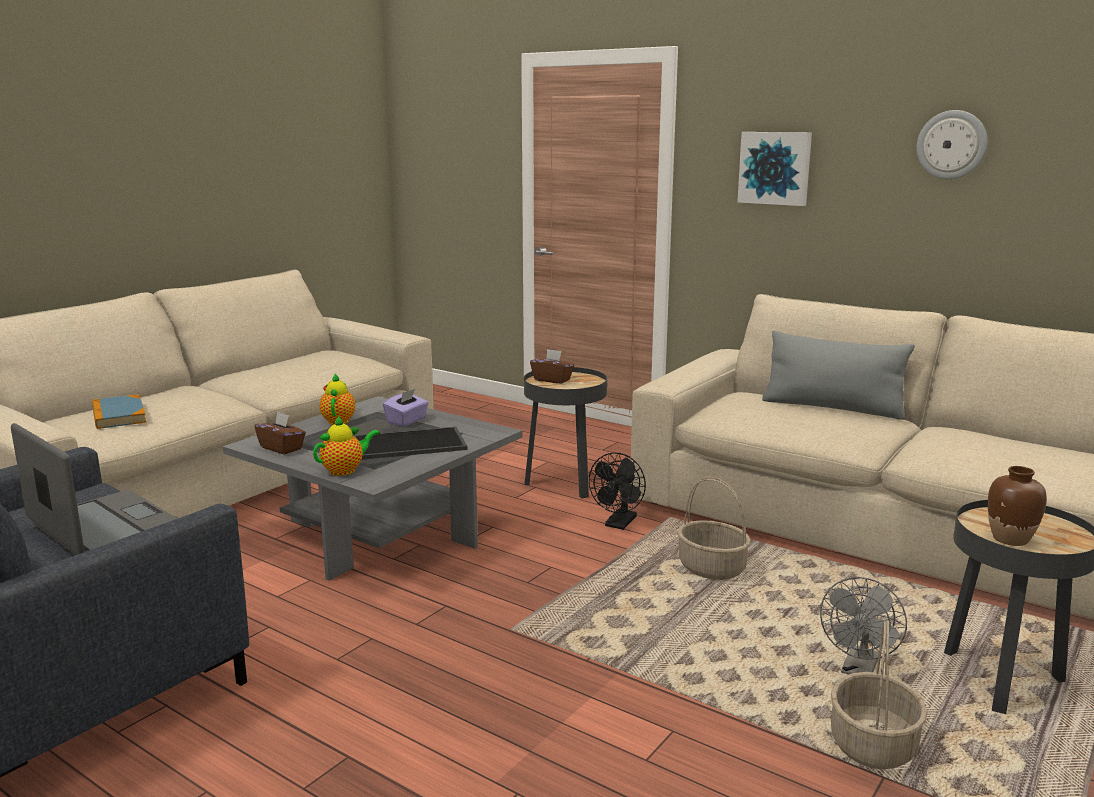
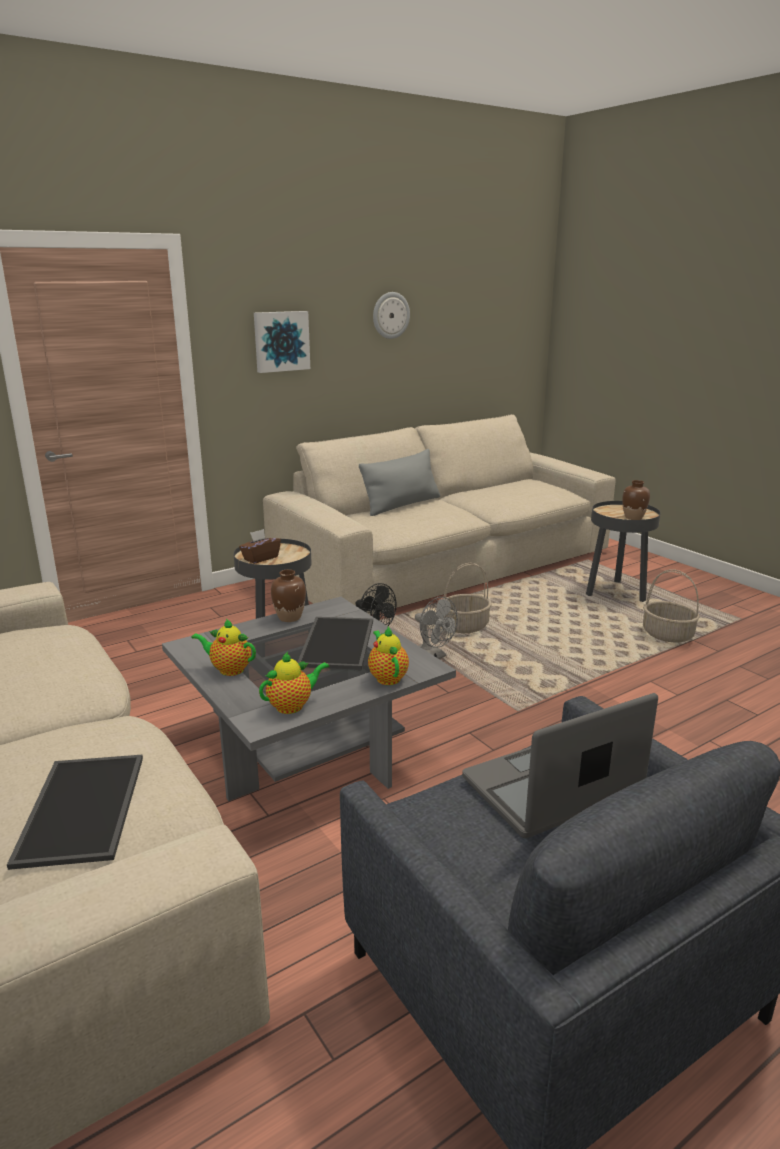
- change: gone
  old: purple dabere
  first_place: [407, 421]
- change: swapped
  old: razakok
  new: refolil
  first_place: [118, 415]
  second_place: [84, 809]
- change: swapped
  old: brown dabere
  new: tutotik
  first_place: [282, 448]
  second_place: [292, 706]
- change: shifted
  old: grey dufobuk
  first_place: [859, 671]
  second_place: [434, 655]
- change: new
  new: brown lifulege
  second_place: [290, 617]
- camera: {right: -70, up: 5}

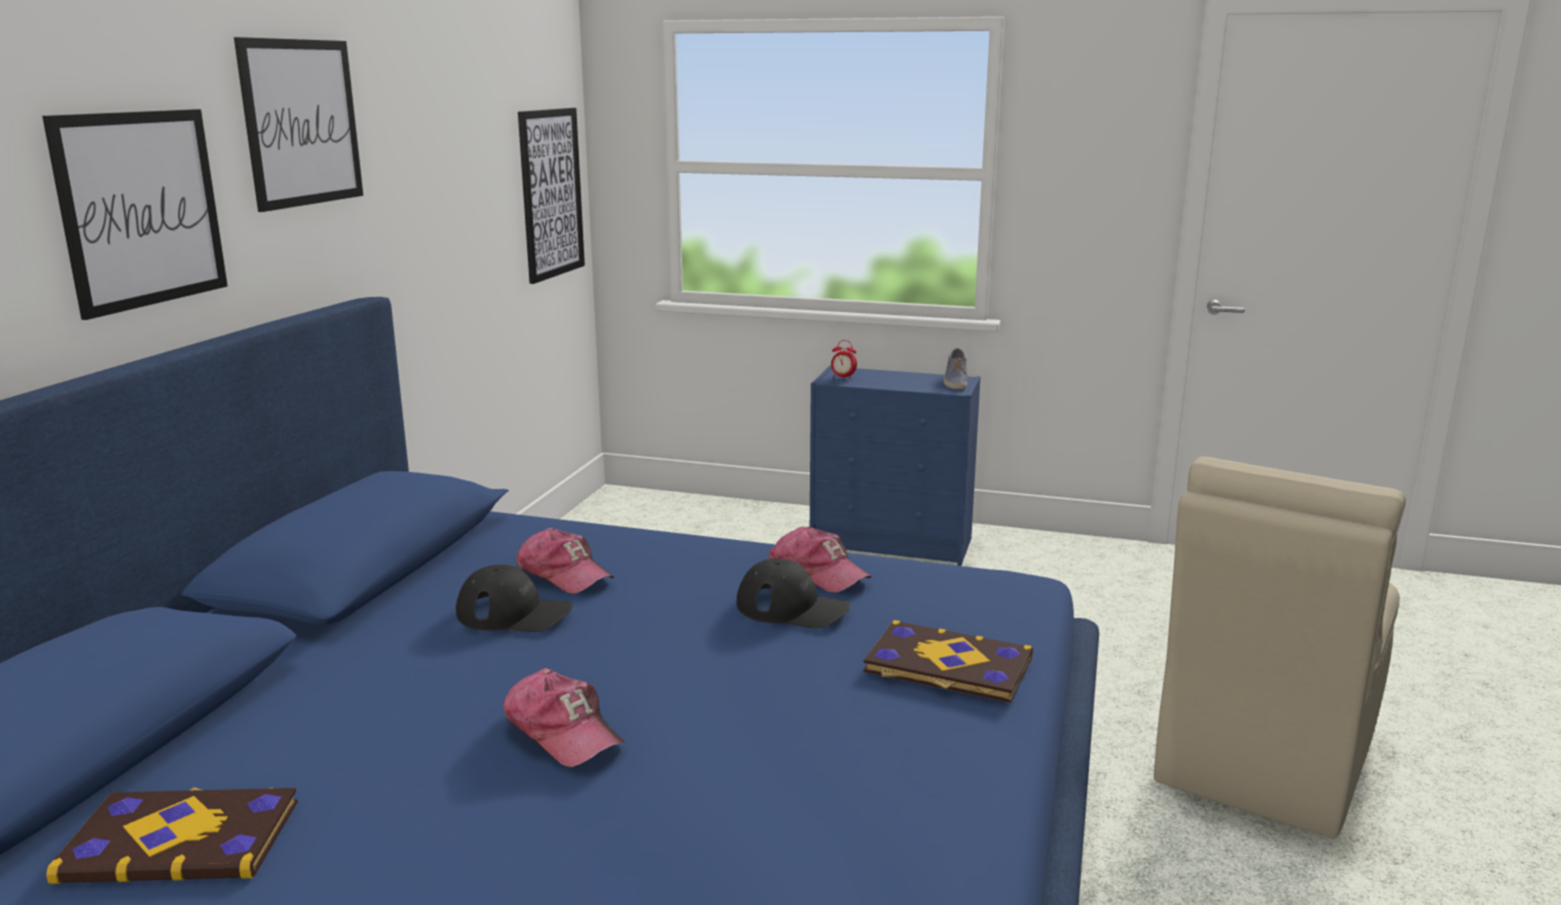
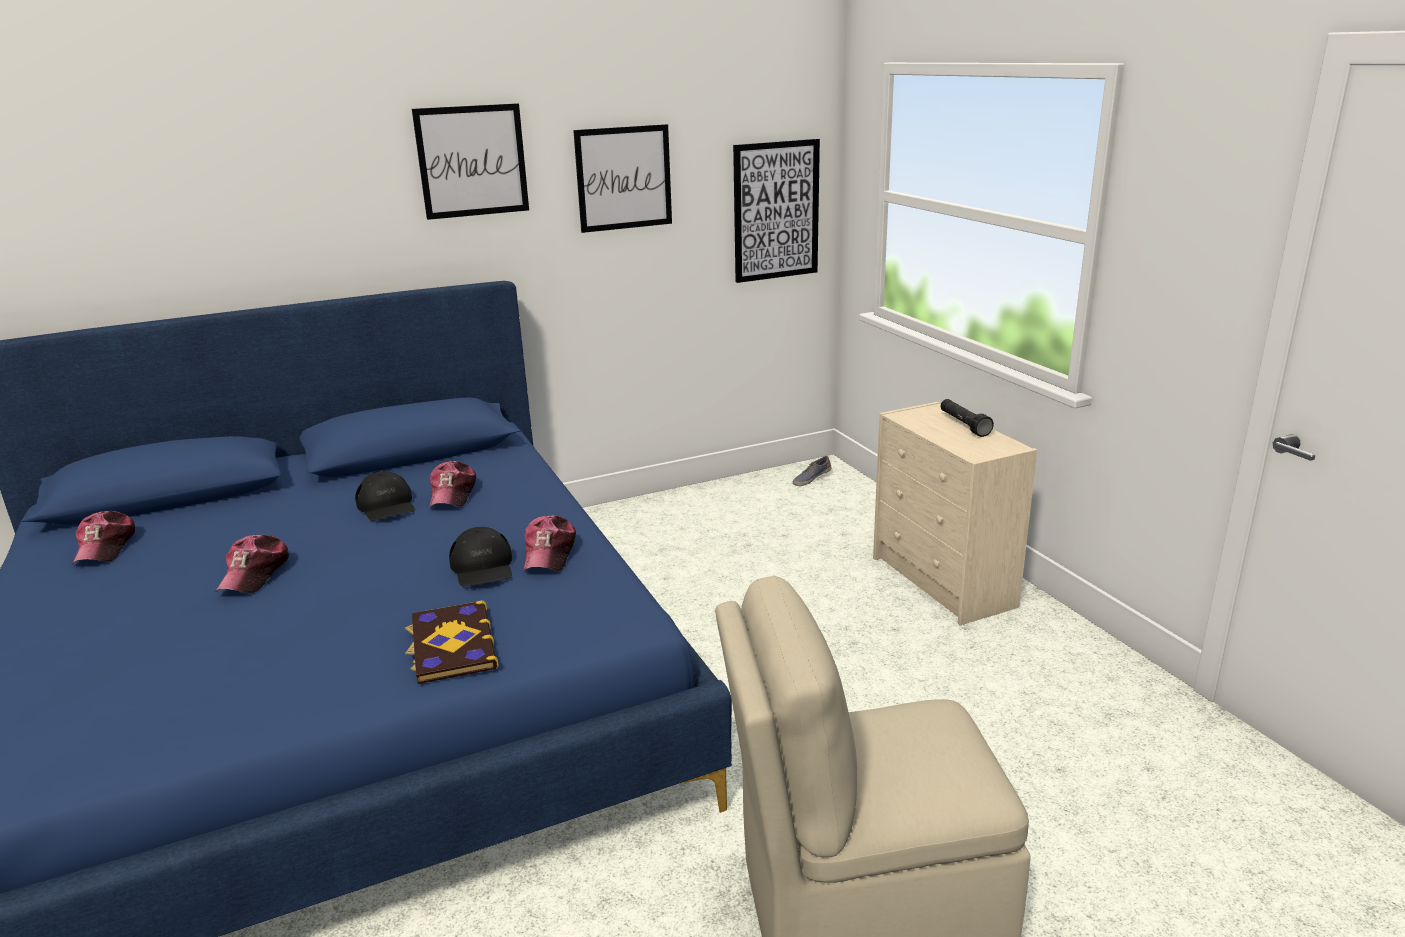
- change: shifted
  old: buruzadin
  first_place: [141, 209]
  second_place: [624, 178]
- change: gone
  old: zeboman
  first_place: [843, 378]
- change: shifted
  old: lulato
  first_place: [955, 381]
  second_place: [811, 479]
- change: repainted
  old: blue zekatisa
  new: beige zekatisa
  first_place: [893, 543]
  second_place: [944, 583]
- change: swapped
  old: razakok
  new: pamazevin
  first_place: [182, 839]
  second_place: [106, 547]
- change: new
  new: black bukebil
  second_place: [963, 425]
- camera: {right: 50, up: 5}

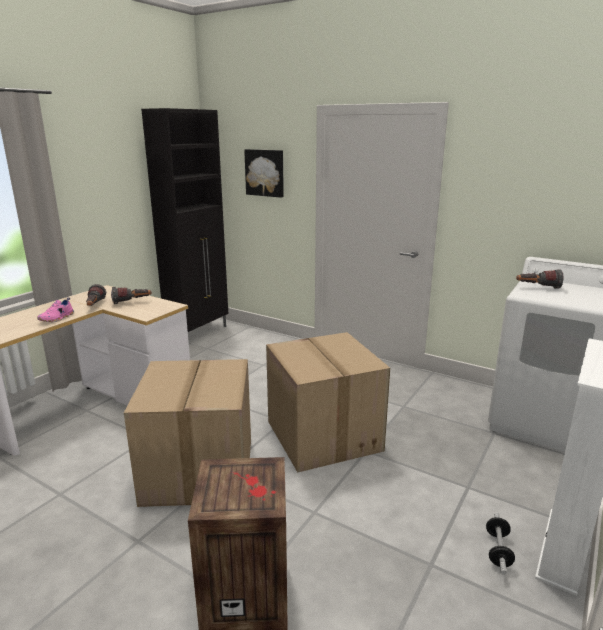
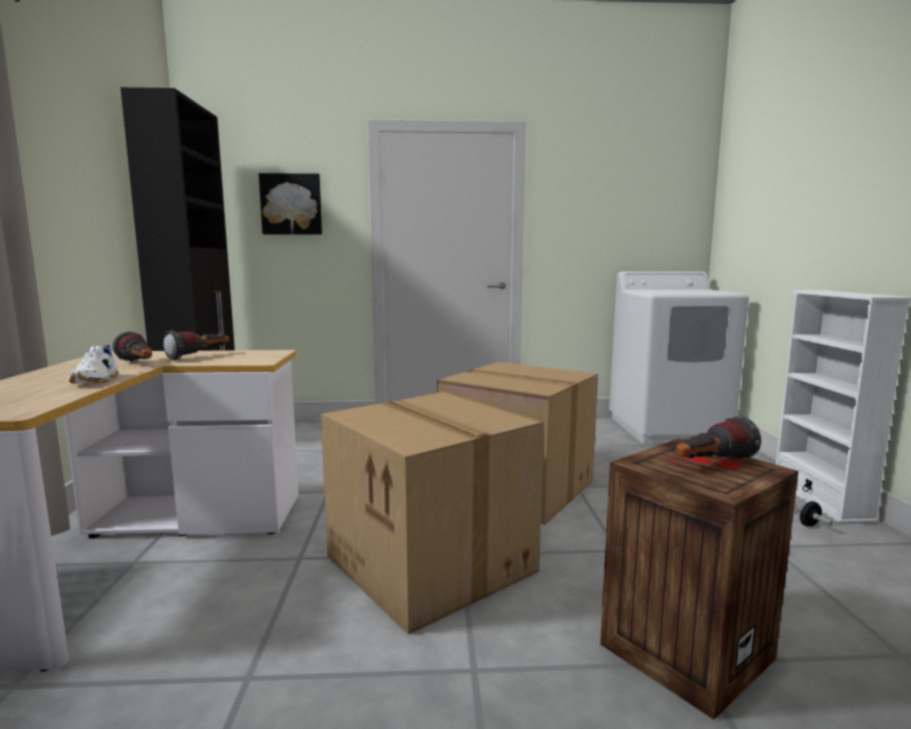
- change: shifted
  old: bukebil
  first_place: [537, 287]
  second_place: [711, 464]
- change: repainted
  old: pink lulato
  new: white lulato
  first_place: [57, 318]
  second_place: [97, 380]
- camera: {right: -35, up: -10}

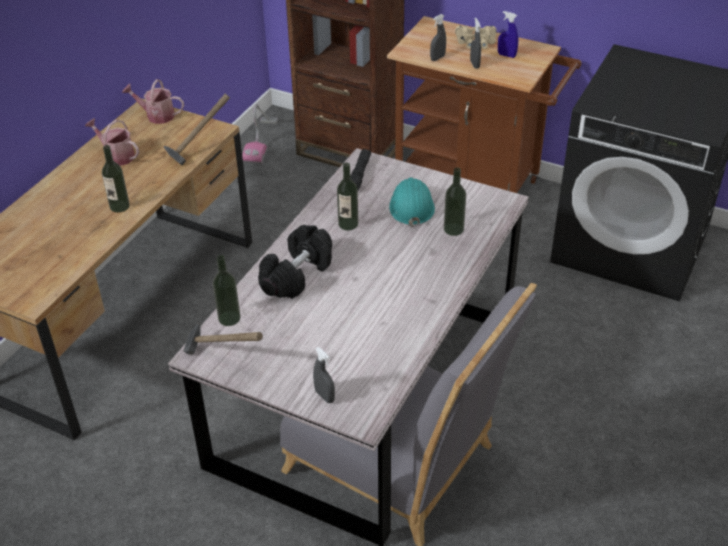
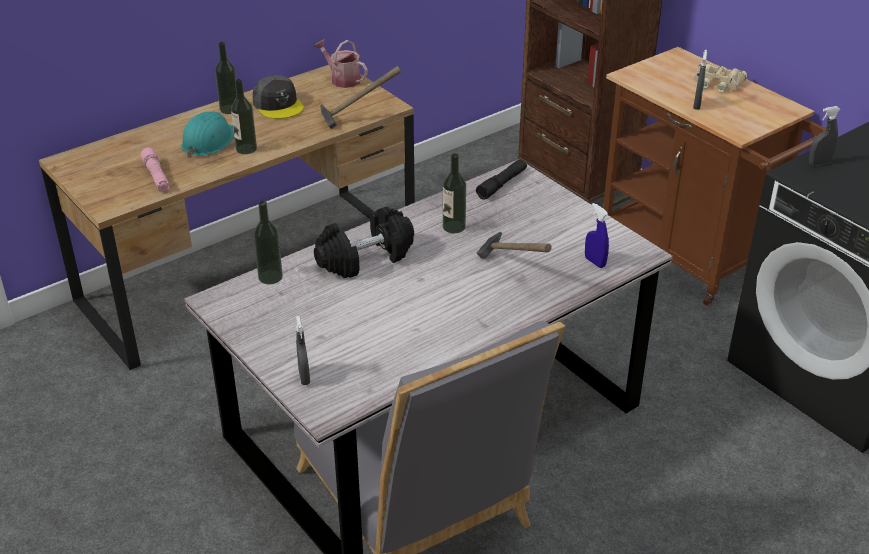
- change: shifted
  old: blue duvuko
  first_place: [506, 55]
  second_place: [595, 262]
- change: shifted
  old: grey duvuko
  first_place: [437, 58]
  second_place: [819, 163]
- change: gone
  old: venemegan
  first_place: [261, 141]
- change: swapped
  old: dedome
  new: grey pamazevin
  first_place: [116, 156]
  second_place: [278, 105]
- change: shifted
  old: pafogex
  first_place: [453, 229]
  second_place: [229, 109]
- change: shifted
  old: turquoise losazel
  first_place: [411, 206]
  second_place: [209, 141]
- change: shifted
  old: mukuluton
  first_place: [223, 358]
  second_place: [512, 271]
- change: new
  new: pink bukebil
  second_place: [156, 176]
- camera: {right: 25, up: -5}

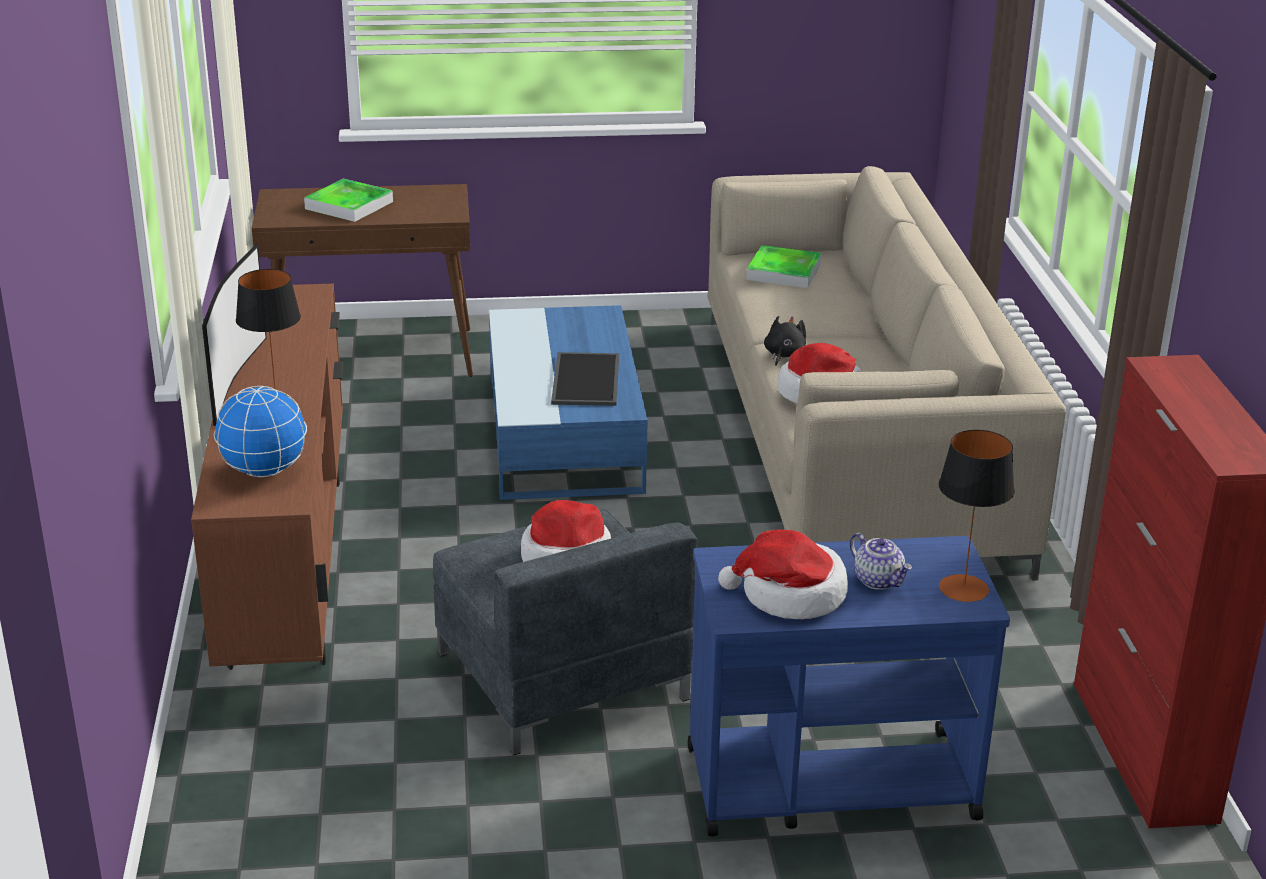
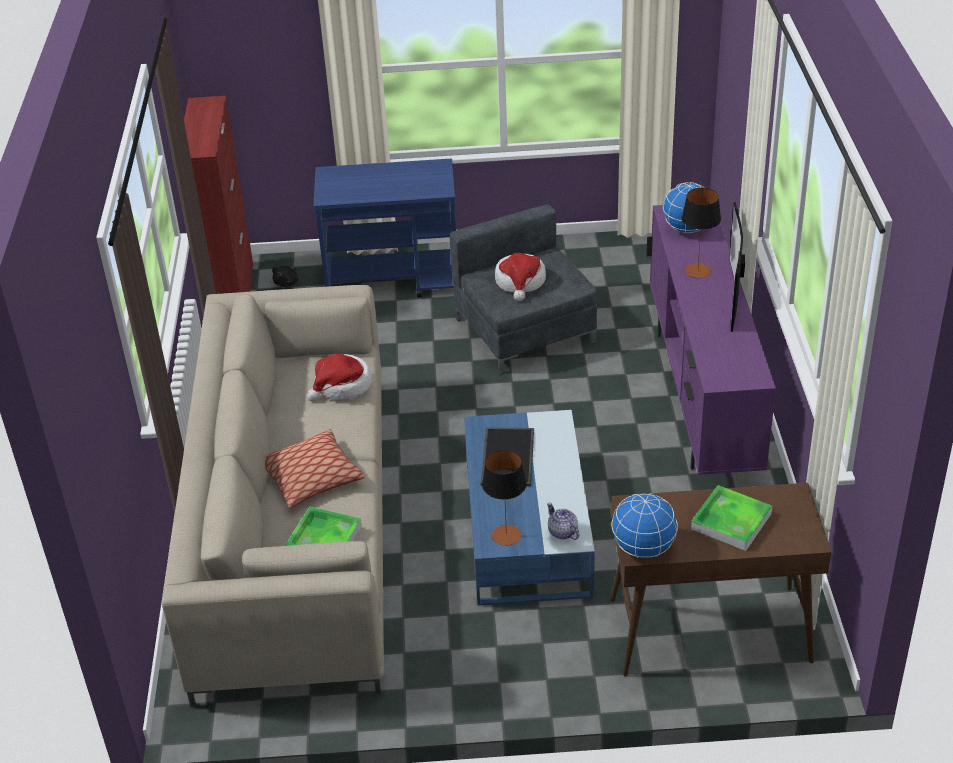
- change: repainted
  old: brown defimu
  new: purple defimu
  first_place: [288, 568]
  second_place: [702, 398]
- change: shifted
  old: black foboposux
  first_place: [783, 355]
  second_place: [287, 283]
- change: shifted
  old: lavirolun
  first_place: [964, 588]
  second_place: [506, 535]
- change: gone
  old: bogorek
  first_place: [790, 595]
- change: shifted
  old: tutotik
  first_place: [879, 580]
  second_place: [562, 532]
- change: new
  new: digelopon
  second_place: [312, 478]
- change: new
  new: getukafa
  second_place: [643, 548]
- camera: {right: -175, up: 10}

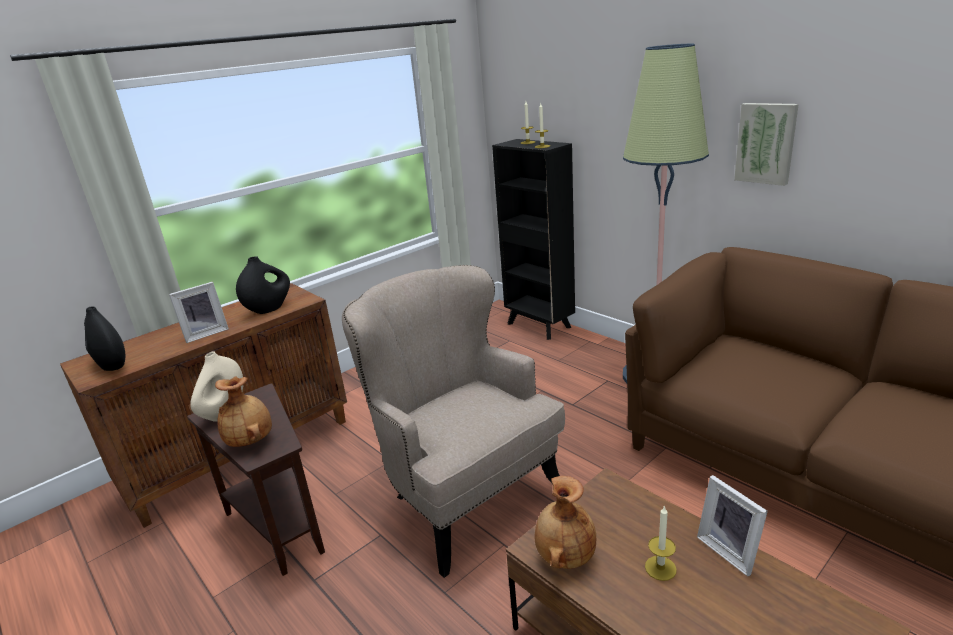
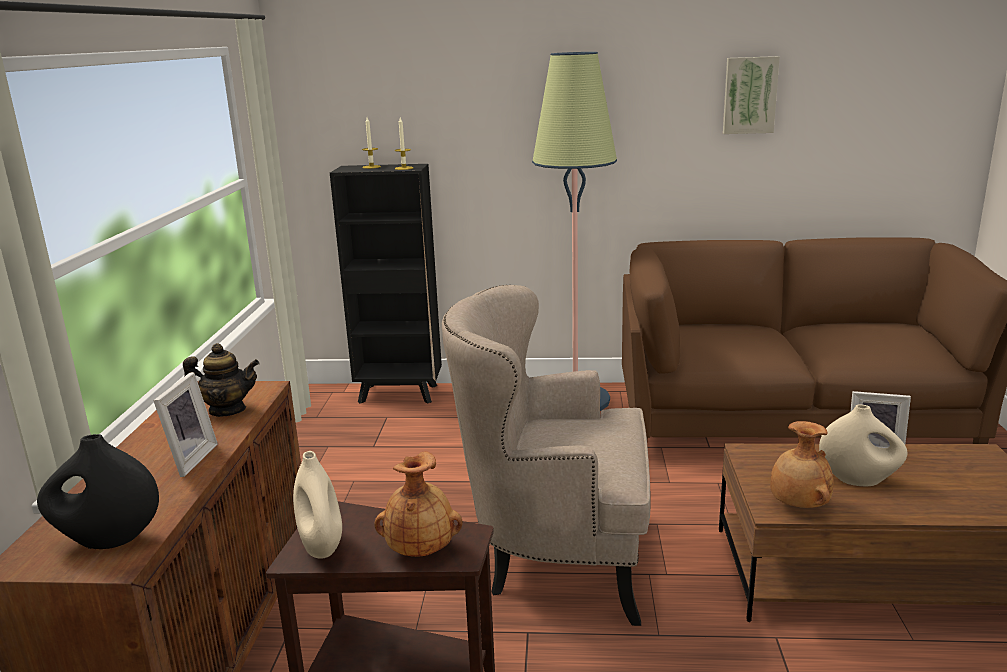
- change: shifted
  old: buruzadin
  first_place: [766, 143]
  second_place: [749, 95]
- change: swapped
  old: black lifulege
  new: tutotik
  first_place: [269, 309]
  second_place: [227, 410]
- change: swapped
  old: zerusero
  new: beige lifulege
  first_place: [660, 568]
  second_place: [858, 480]
- camera: {right: -45, up: -5}

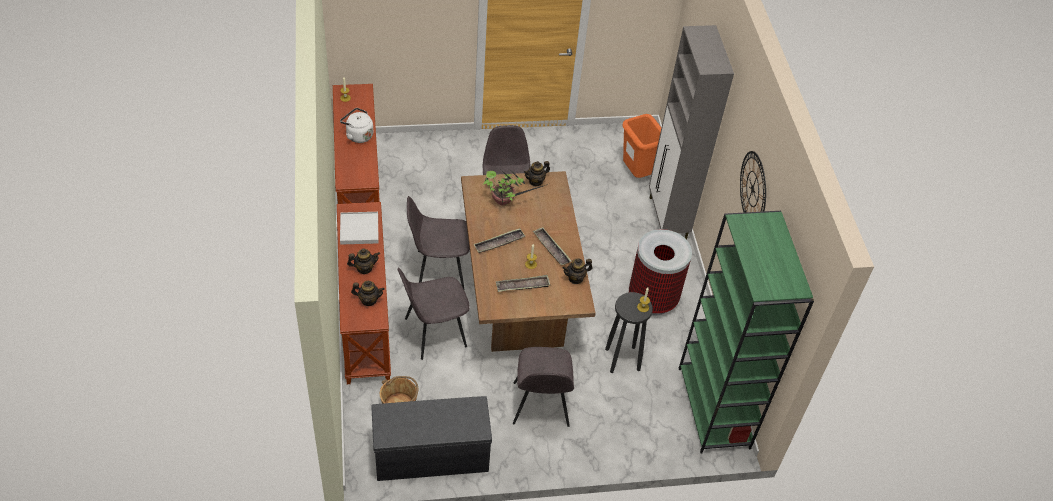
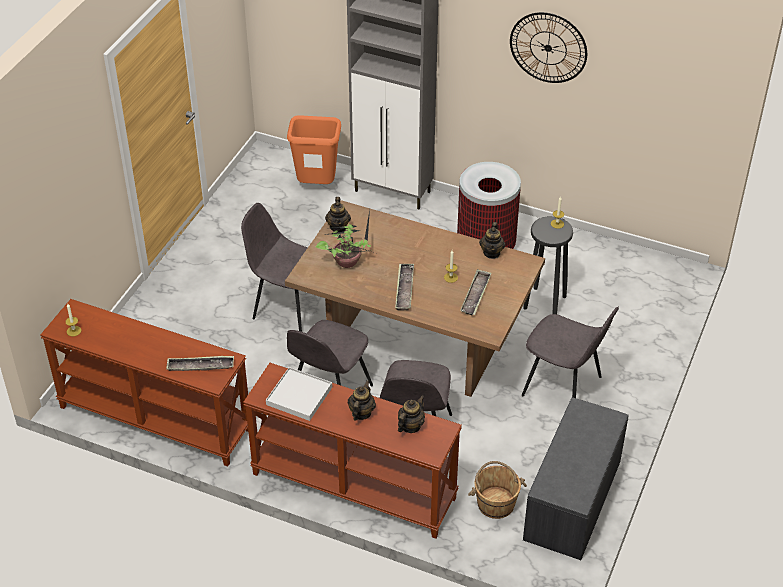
- change: gone
  old: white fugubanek
  first_place: [358, 135]
- change: gone
  old: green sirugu
  first_place: [714, 408]
- change: shifted
  old: refolil
  first_place: [551, 248]
  second_place: [200, 366]
- camera: {right: -55, up: -5}

